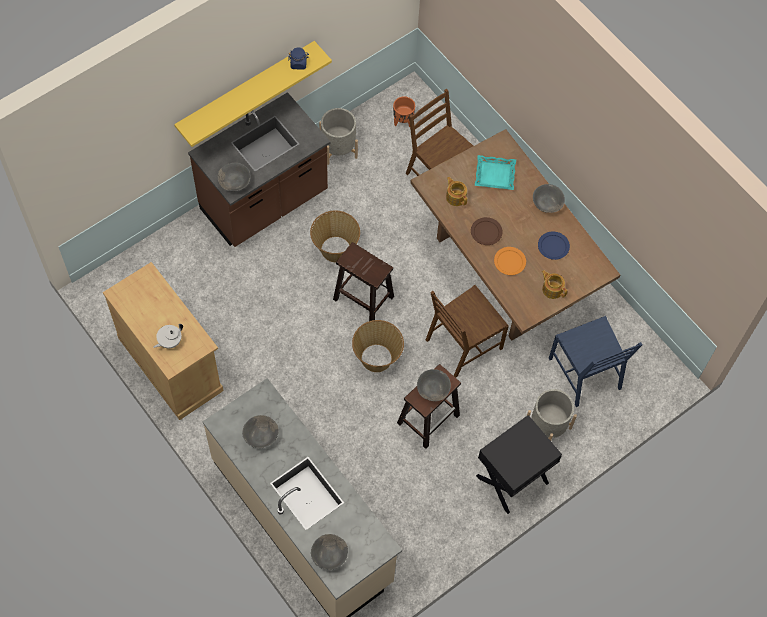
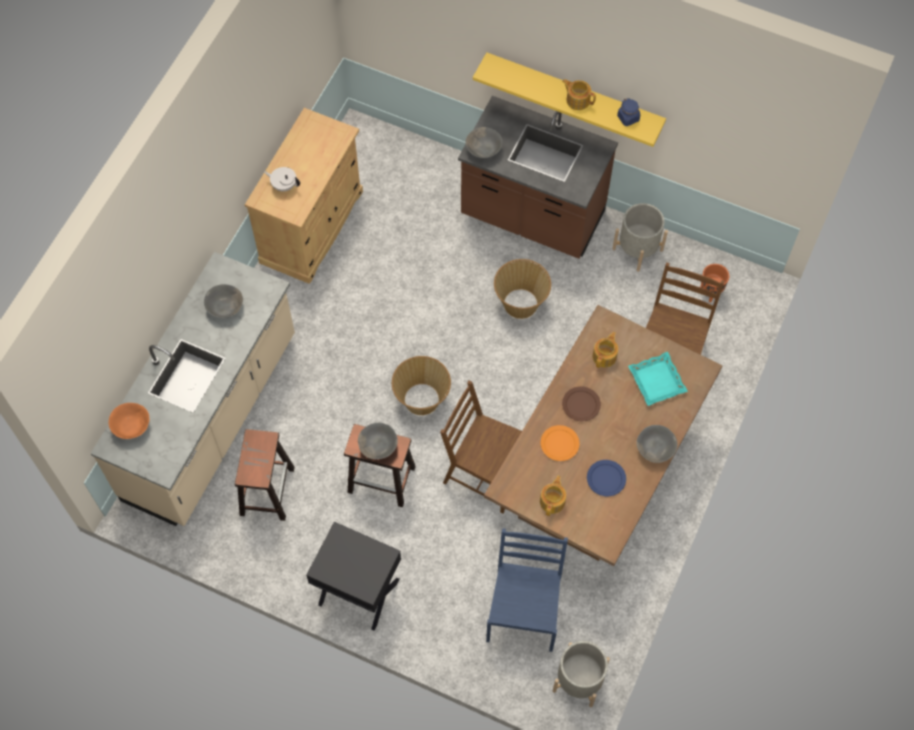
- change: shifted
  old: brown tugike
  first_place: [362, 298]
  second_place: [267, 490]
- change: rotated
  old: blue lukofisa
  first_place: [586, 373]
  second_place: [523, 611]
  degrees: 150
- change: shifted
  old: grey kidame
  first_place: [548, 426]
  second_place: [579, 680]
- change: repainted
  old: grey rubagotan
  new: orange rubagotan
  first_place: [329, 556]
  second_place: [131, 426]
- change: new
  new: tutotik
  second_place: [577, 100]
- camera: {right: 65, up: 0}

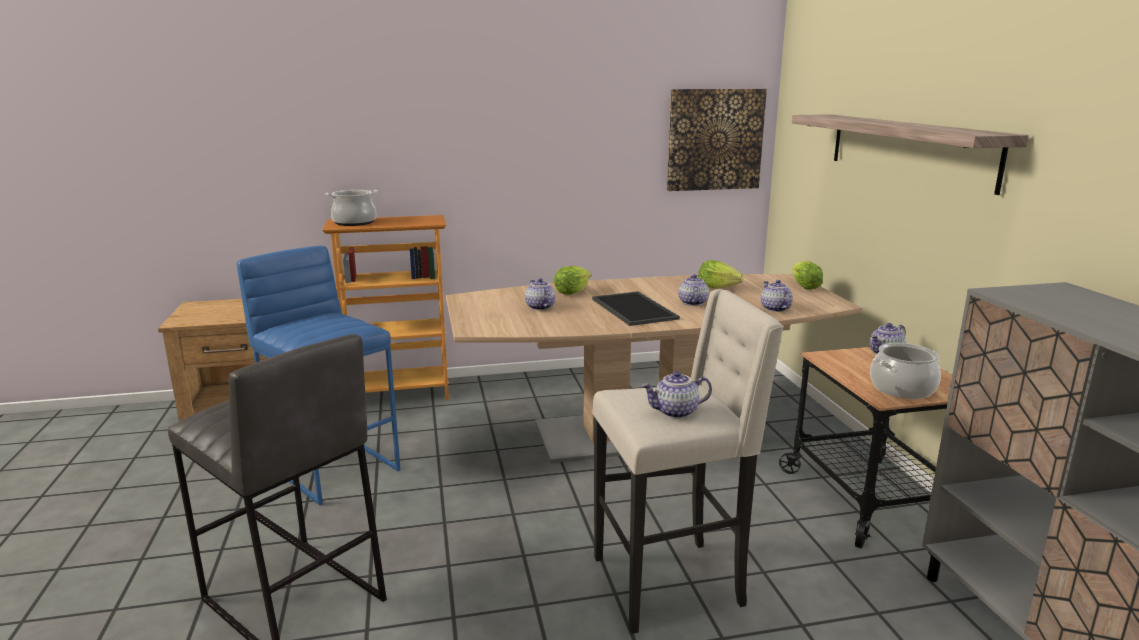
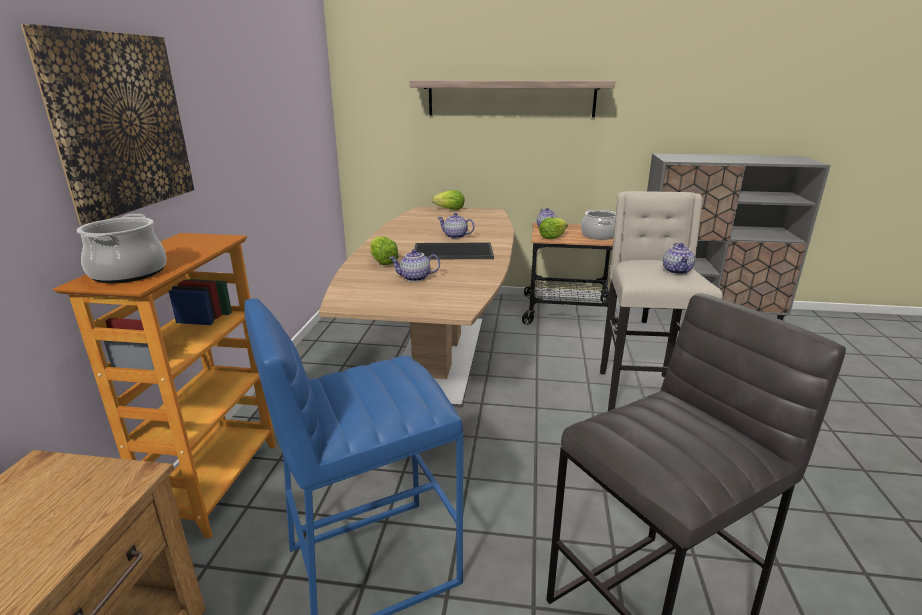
- change: shifted
  old: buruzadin
  first_place: [714, 139]
  second_place: [120, 123]
- change: shifted
  old: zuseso
  first_place: [717, 287]
  second_place: [552, 237]
- change: gone
  old: tutotik
  first_place: [774, 309]
- camera: {right: -70, up: 5}

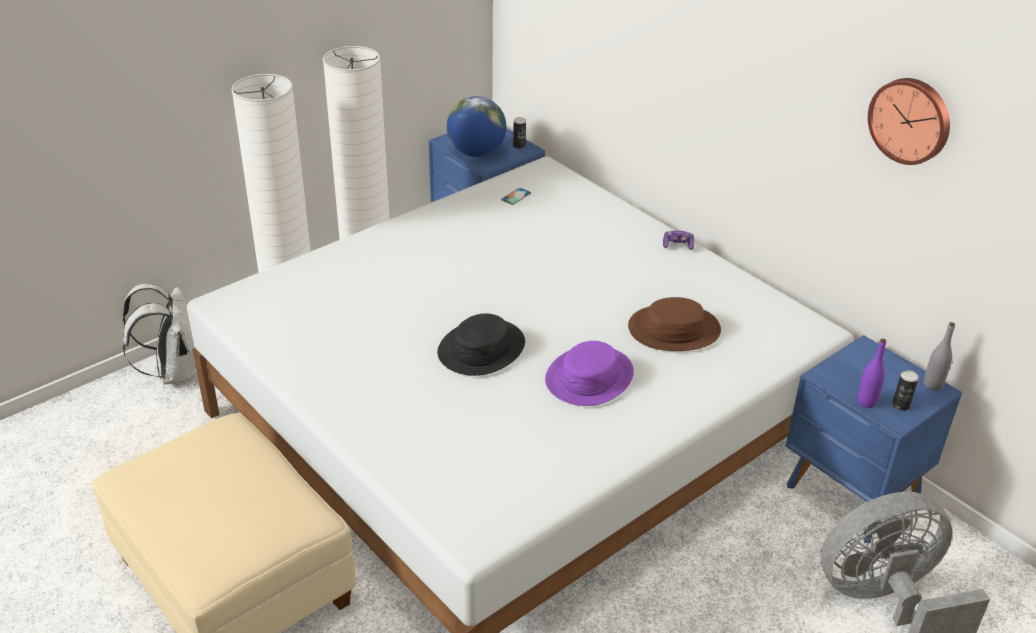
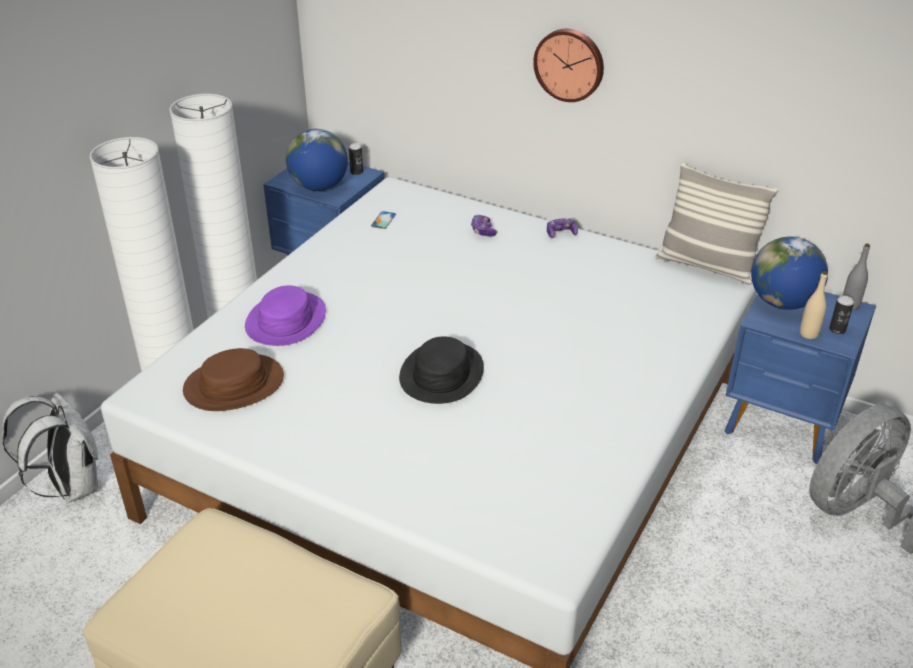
- change: shifted
  old: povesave
  first_place: [911, 120]
  second_place: [570, 64]
- change: shifted
  old: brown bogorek
  first_place: [674, 330]
  second_place: [234, 384]
- change: repainted
  old: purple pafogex
  new: beige pafogex
  first_place: [866, 402]
  second_place: [808, 334]
- change: shifted
  old: purple bogorek
  first_place: [589, 377]
  second_place: [285, 320]
- change: new
  new: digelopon
  second_place: [706, 266]
- change: new
  new: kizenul
  second_place: [483, 231]
- change: new
  new: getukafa
  second_place: [782, 302]
- camera: {right: -20, up: 0}

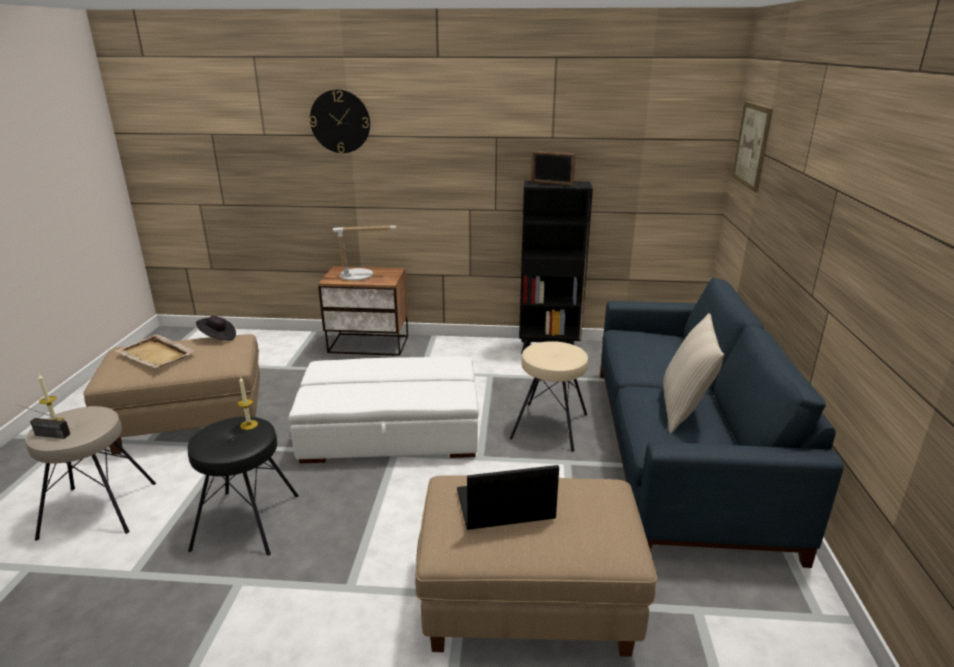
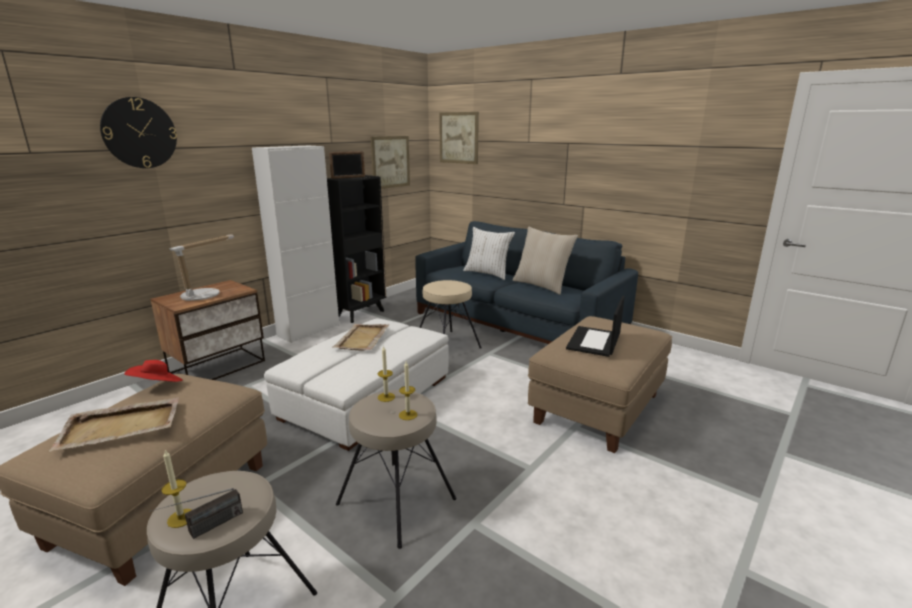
- change: repainted
  old: black bogorek
  new: red bogorek
  first_place: [218, 337]
  second_place: [157, 386]
- change: repainted
  old: black tugike
  new: beige tugike
  first_place: [247, 521]
  second_place: [397, 500]
- change: new
  new: buruzadin
  second_place: [390, 162]
- change: new
  new: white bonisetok
  second_place: [308, 330]
- change: new
  new: white digelopon
  second_place: [487, 273]
- change: new
  new: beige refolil
  second_place: [362, 339]
- change: new
  new: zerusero
  second_place: [408, 415]
- camera: {right: -55, up: -5}

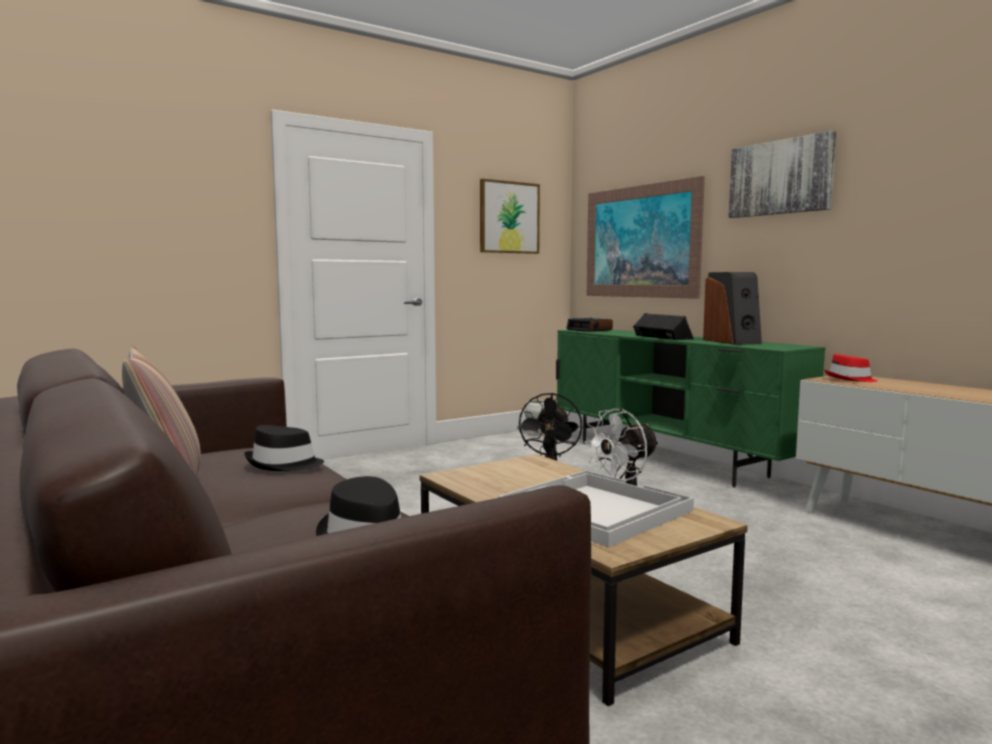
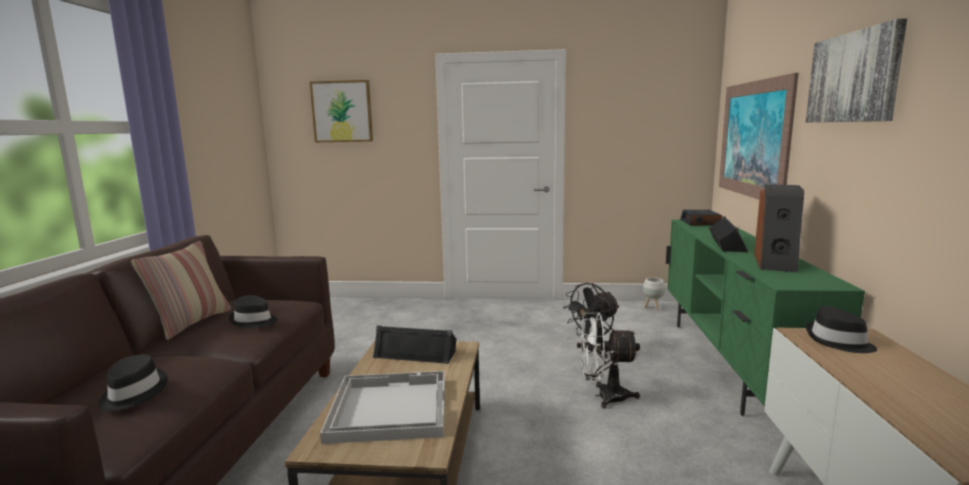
- change: shifted
  old: buruzadin
  first_place: [509, 217]
  second_place: [342, 111]
- change: repainted
  old: red bogorek
  new: black bogorek
  first_place: [850, 379]
  second_place: [838, 341]
- change: new
  new: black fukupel
  second_place: [415, 353]
- camera: {right: 40, up: 5}

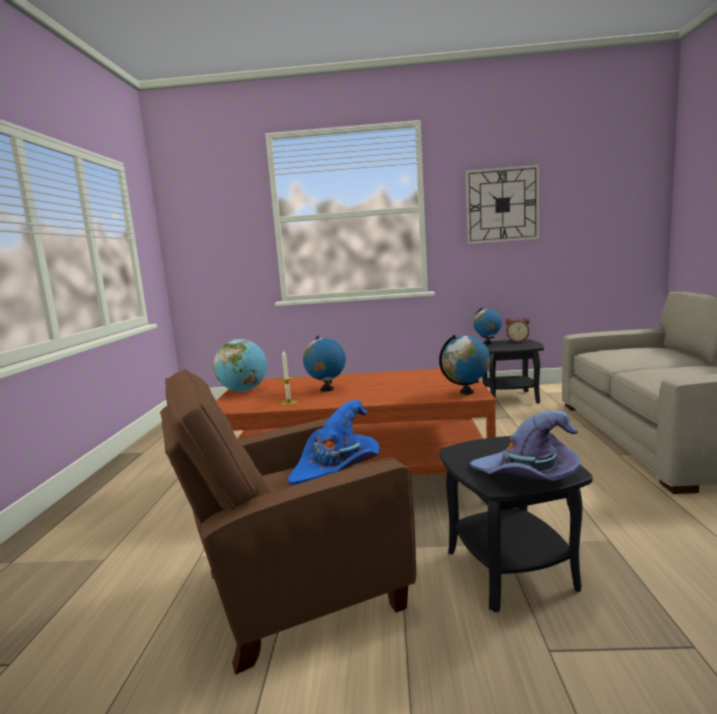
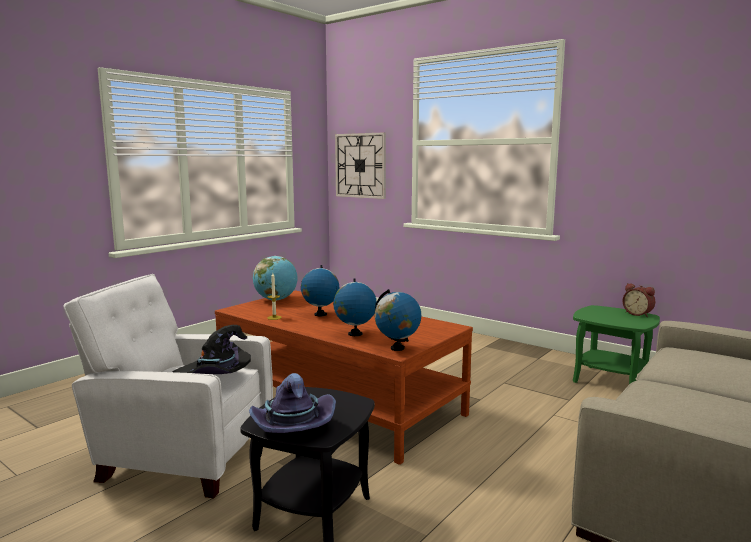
- change: shifted
  old: povesave
  first_place: [502, 205]
  second_place: [360, 165]
- change: shifted
  old: getukafa
  first_place: [487, 343]
  second_place: [355, 334]
- change: repainted
  old: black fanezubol
  new: green fanezubol
  first_place: [510, 398]
  second_place: [610, 381]
- change: repainted
  old: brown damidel
  new: white damidel
  first_place: [294, 590]
  second_place: [182, 456]
- change: repainted
  old: blue bogorek
  new: black bogorek
  first_place: [337, 468]
  second_place: [215, 374]
- camera: {right: 35, up: 0}

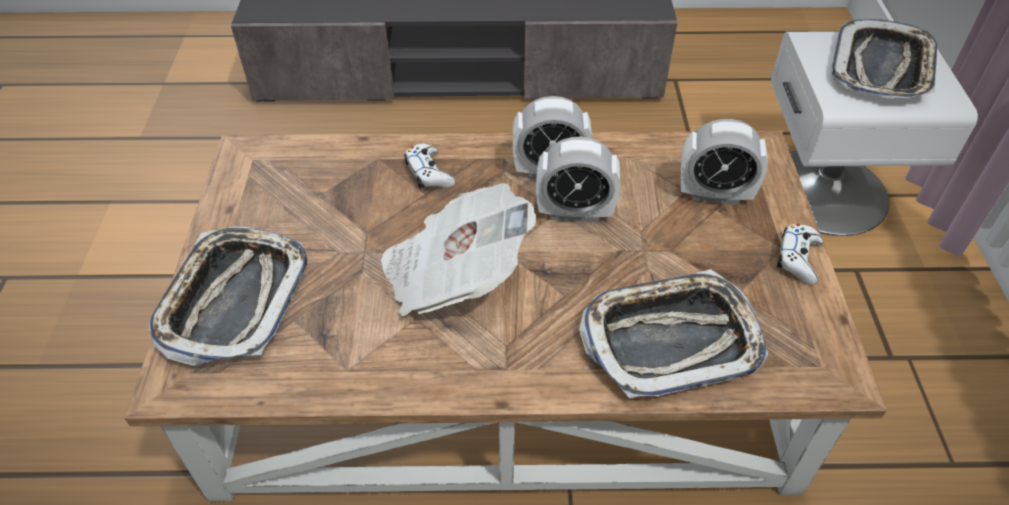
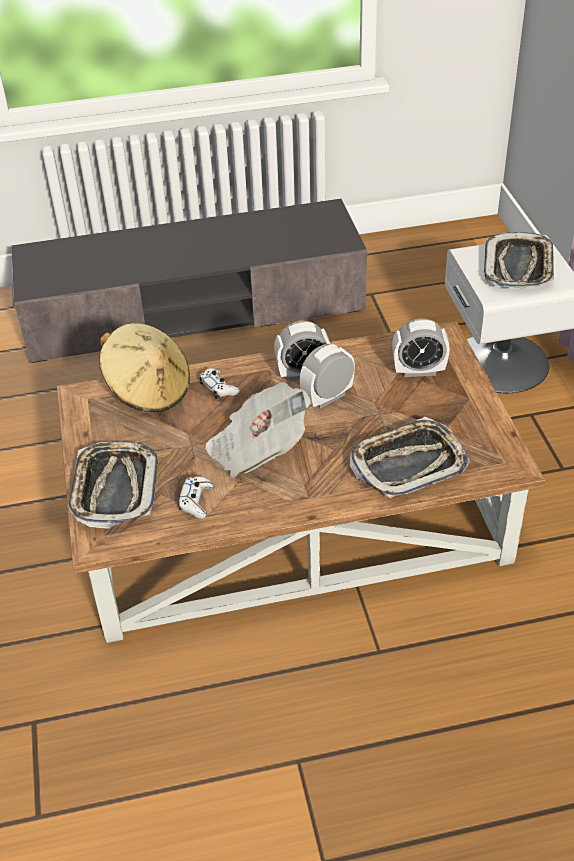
- change: rotated
  old: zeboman
  first_place: [574, 212]
  second_place: [327, 397]
  degrees: 150
- change: shifted
  old: white kizenul
  first_place: [798, 258]
  second_place: [196, 501]
- change: new
  new: beige bogorek
  second_place: [148, 390]
- camera: {right: -10, up: -5}

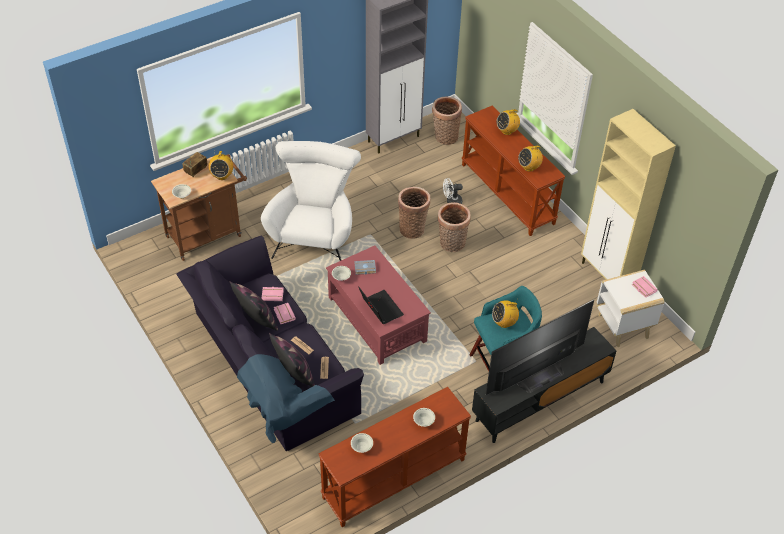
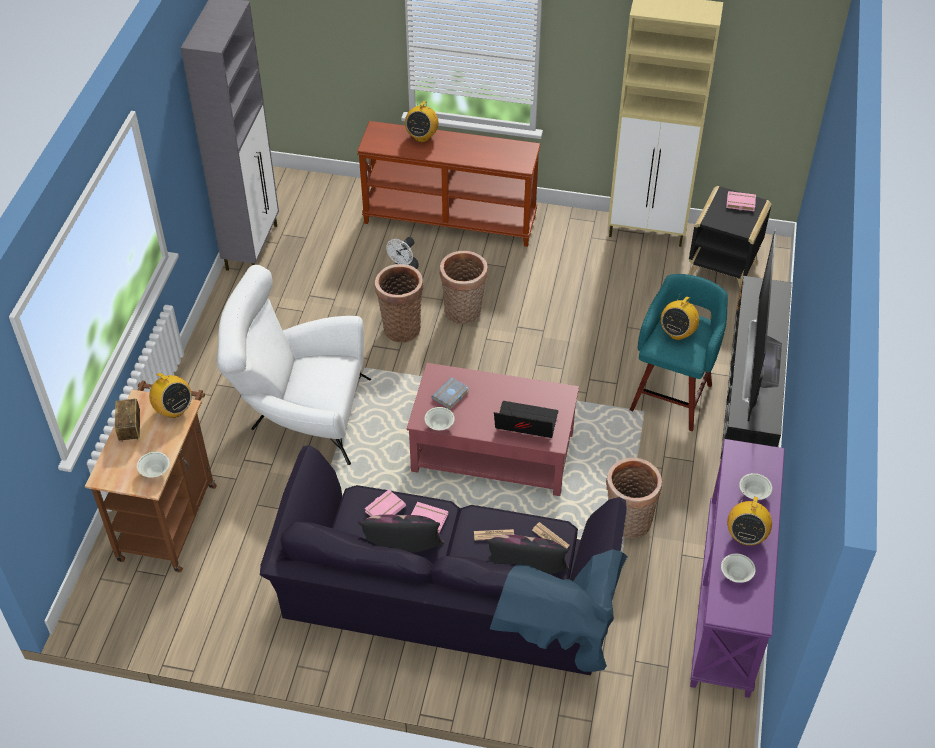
- change: shifted
  old: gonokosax
  first_place: [444, 137]
  second_place: [627, 523]
- change: rotated
  old: white damidel
  first_place: [314, 234]
  second_place: [300, 415]
  degrees: -45
- change: shifted
  old: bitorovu
  first_place: [529, 167]
  second_place: [745, 536]
- change: repainted
  old: white fanezubol
  new: black fanezubol
  first_place: [623, 327]
  second_place: [724, 269]
- change: repainted
  old: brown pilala
  new: purple pilala
  first_place: [394, 479]
  second_place: [729, 599]
- camera: {right: -45, up: 0}

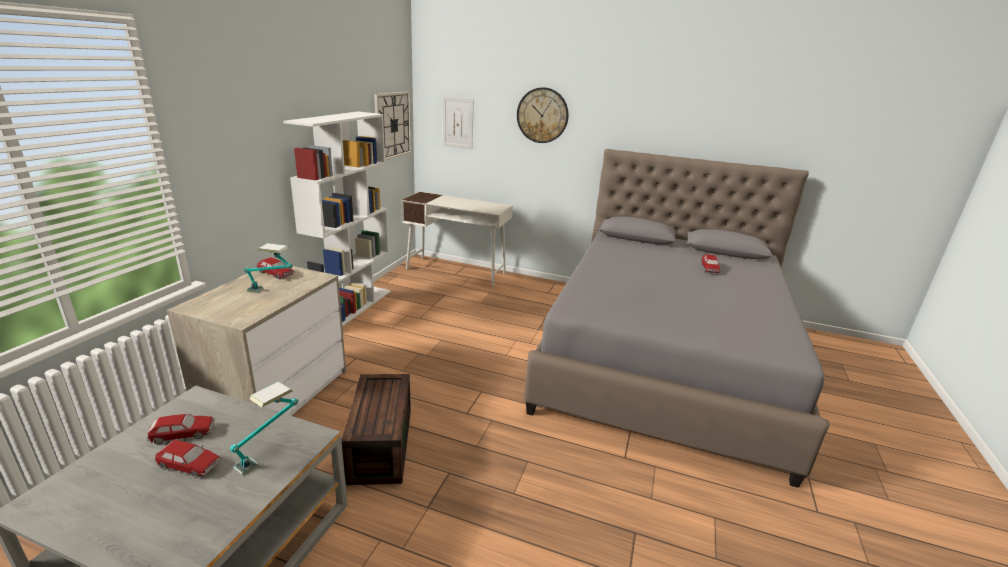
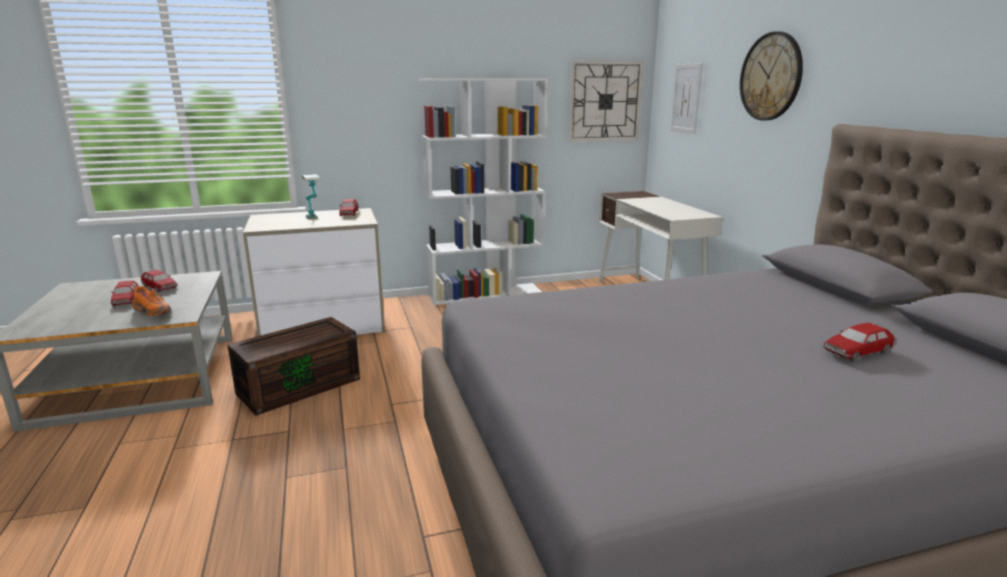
- change: swapped
  old: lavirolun
  new: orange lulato
  first_place: [270, 452]
  second_place: [153, 312]
- camera: {right: 55, up: -5}

